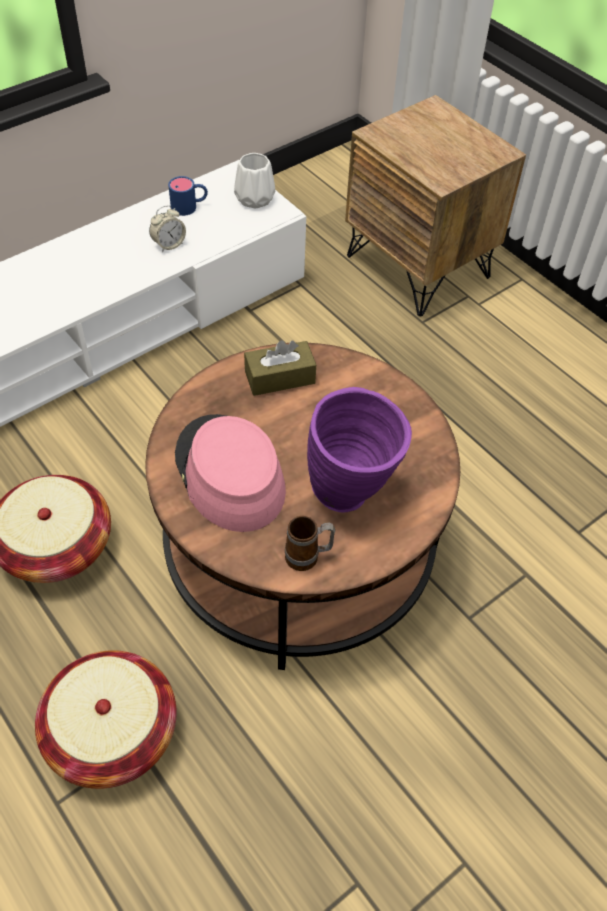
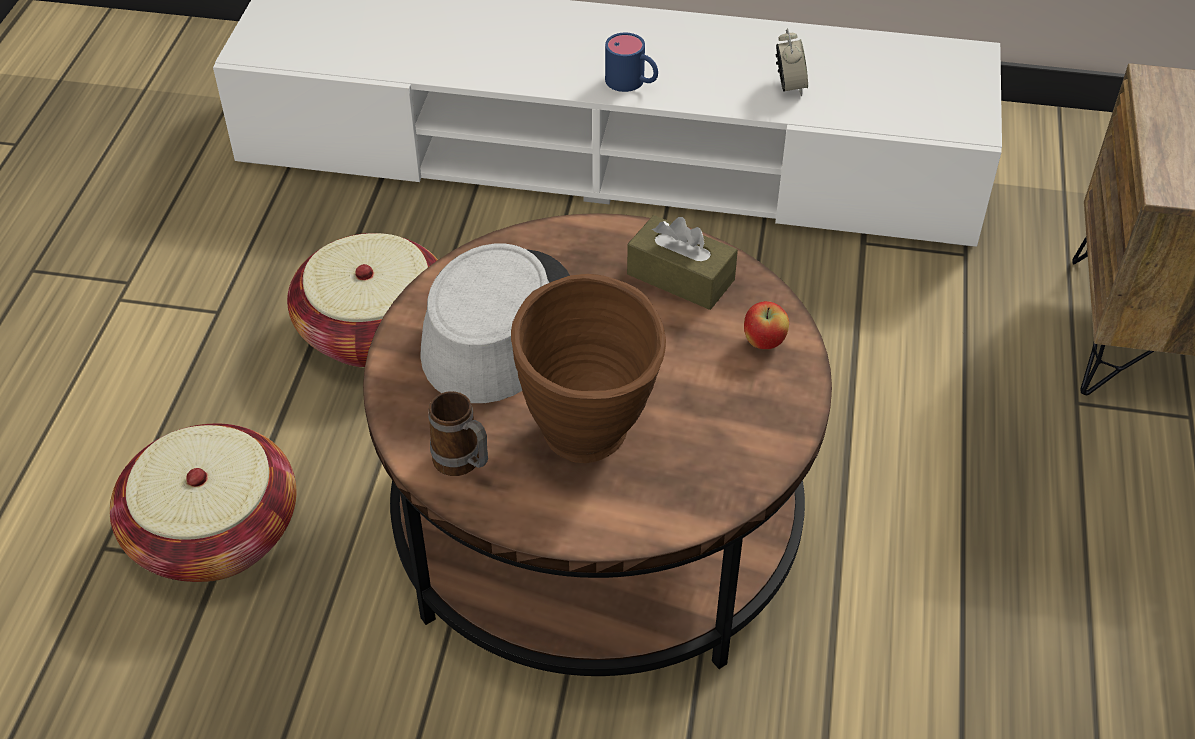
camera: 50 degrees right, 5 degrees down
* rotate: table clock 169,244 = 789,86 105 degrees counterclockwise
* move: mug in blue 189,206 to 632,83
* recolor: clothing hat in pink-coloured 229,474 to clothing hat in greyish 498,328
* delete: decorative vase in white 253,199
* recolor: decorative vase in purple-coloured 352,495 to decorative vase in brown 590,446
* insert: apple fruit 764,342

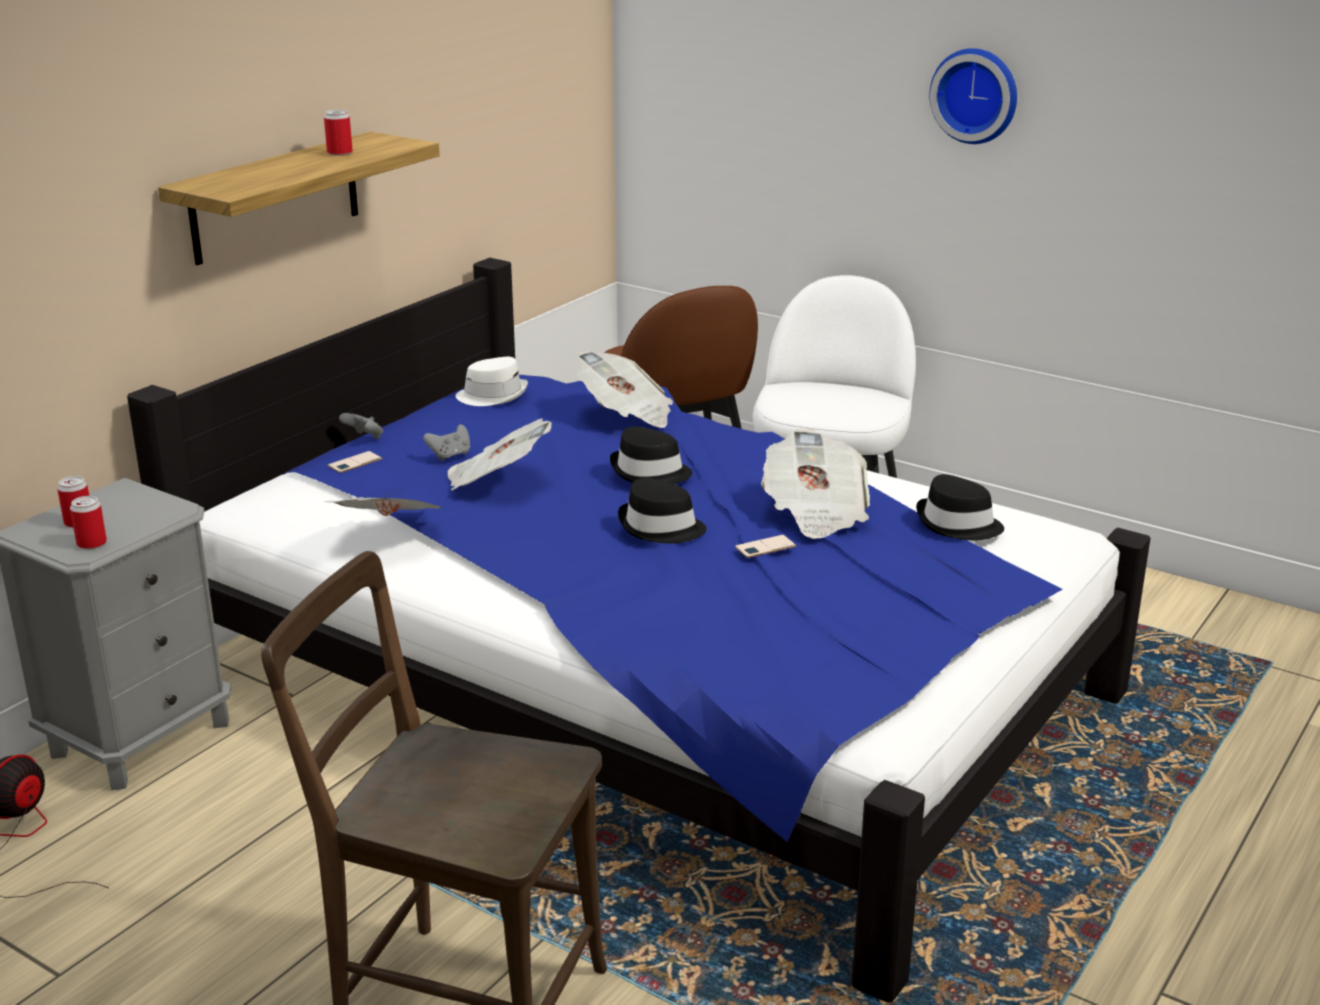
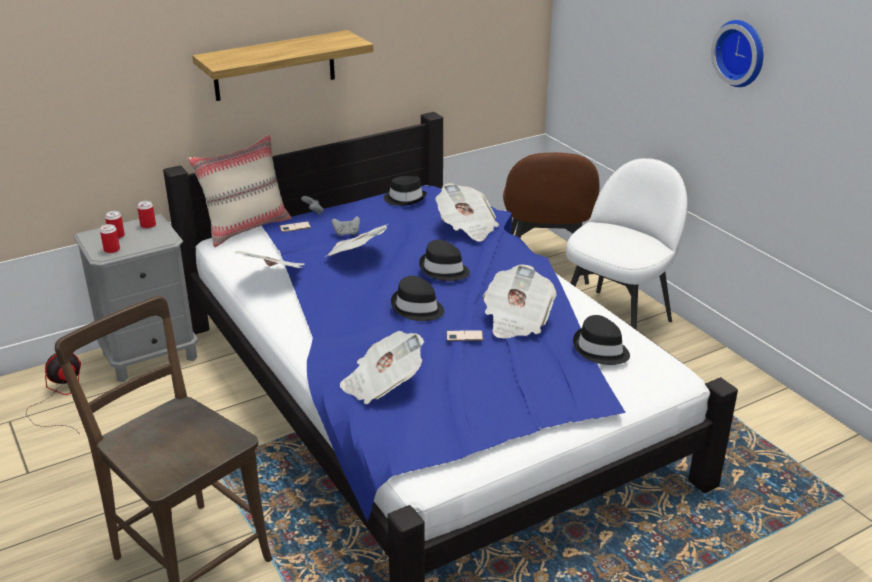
camera: 25 degrees right, 5 degrees up
* move: sealed can 339,153 to 148,225
* recolor: clothing hat in white 493,395 to clothing hat in blackish 405,199
* insert: throw pillow in sand-coloured 246,228
* insert: daily paper 382,385

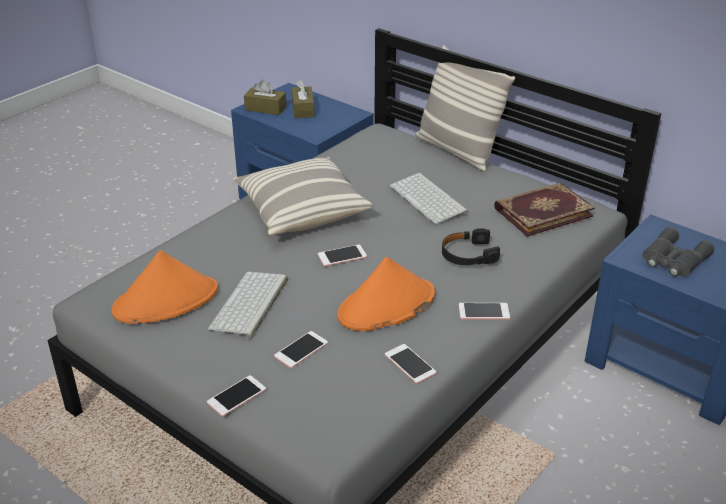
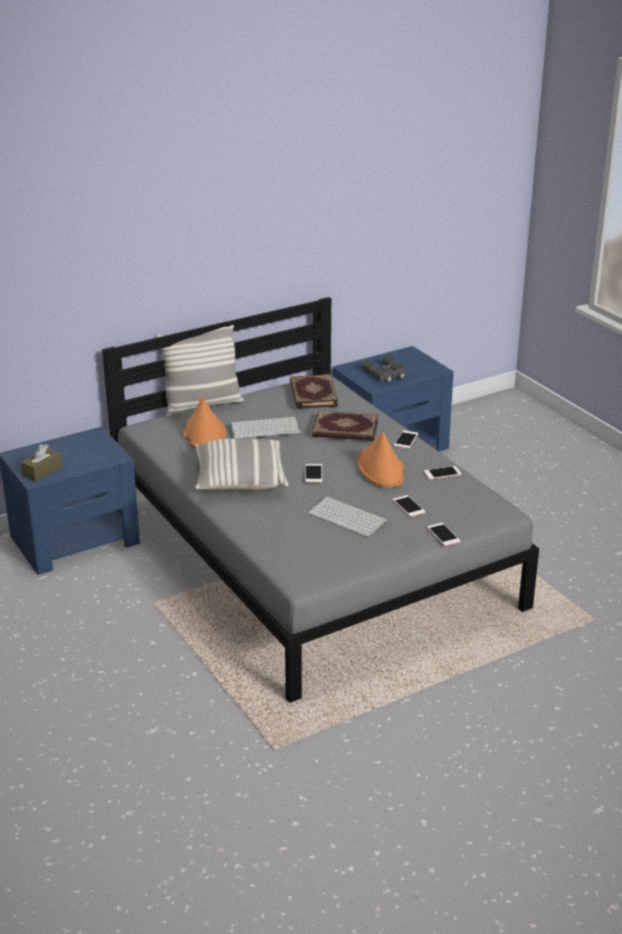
camera: 70 degrees left, 5 degrees down
* move: clothing hat in orange-coloured 166,300 to 204,433
* delete: tissue box in brown 303,109
* replace: headphones in blackish 468,255 to book 345,429

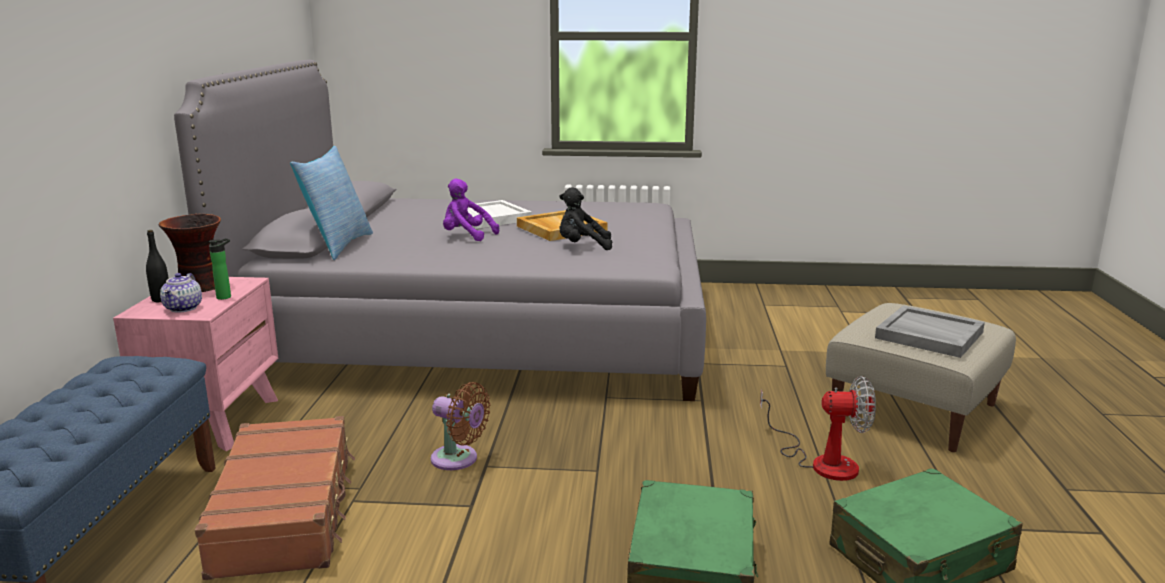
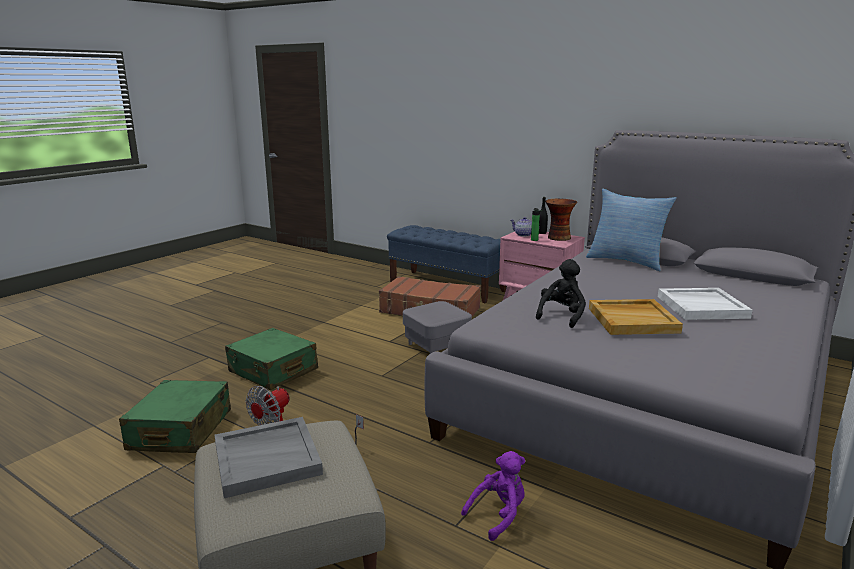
camera: 120 degrees right, 0 degrees up
* replace: fan in brown 458,459 to footrest in greyish 436,346
* move: plush toy in purple-coloured 466,236 to 498,515

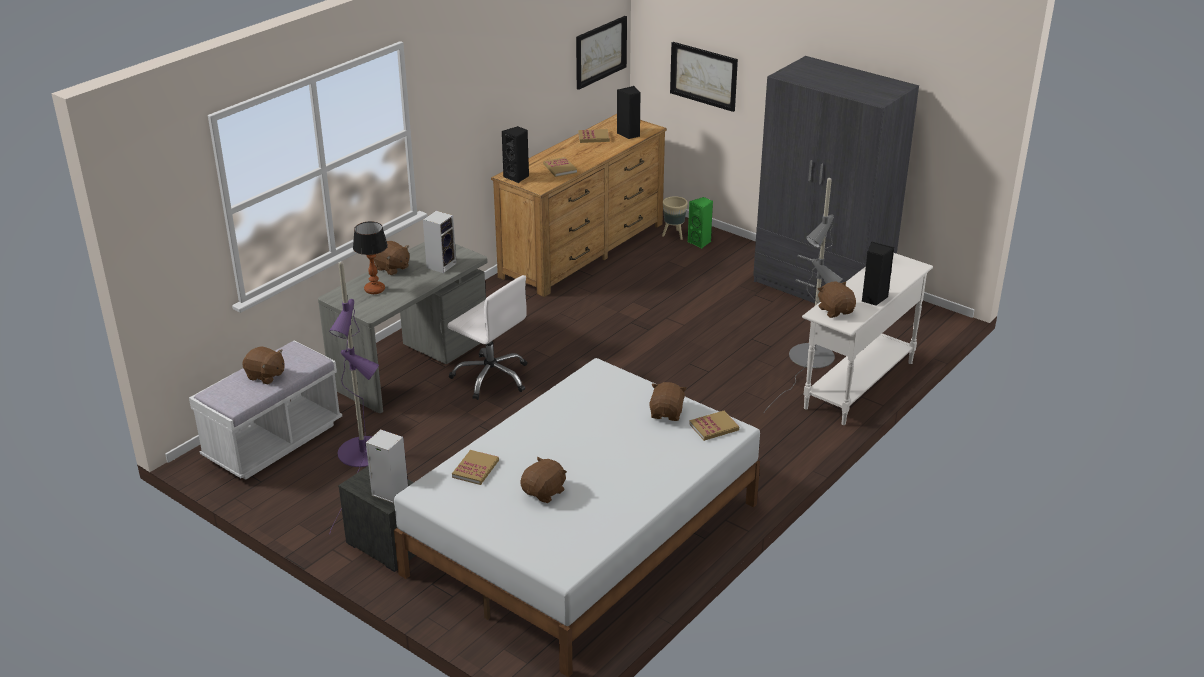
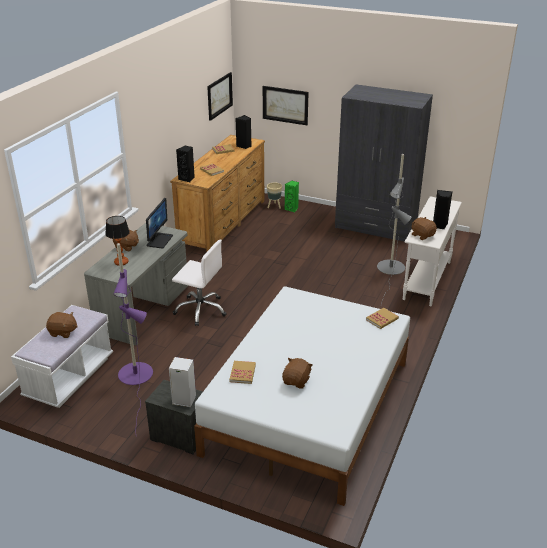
camera: 15 degrees left, 0 degrees up
* replace: audio speaker 441,265 to computer display 159,240
* delete: plush toy in brown 667,413

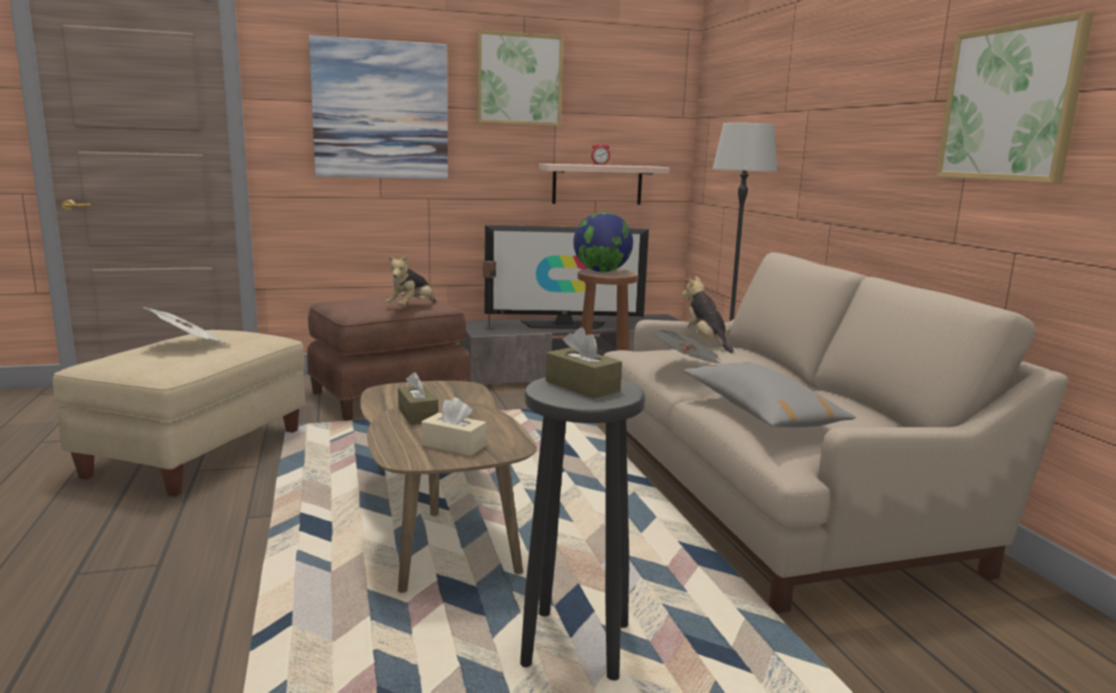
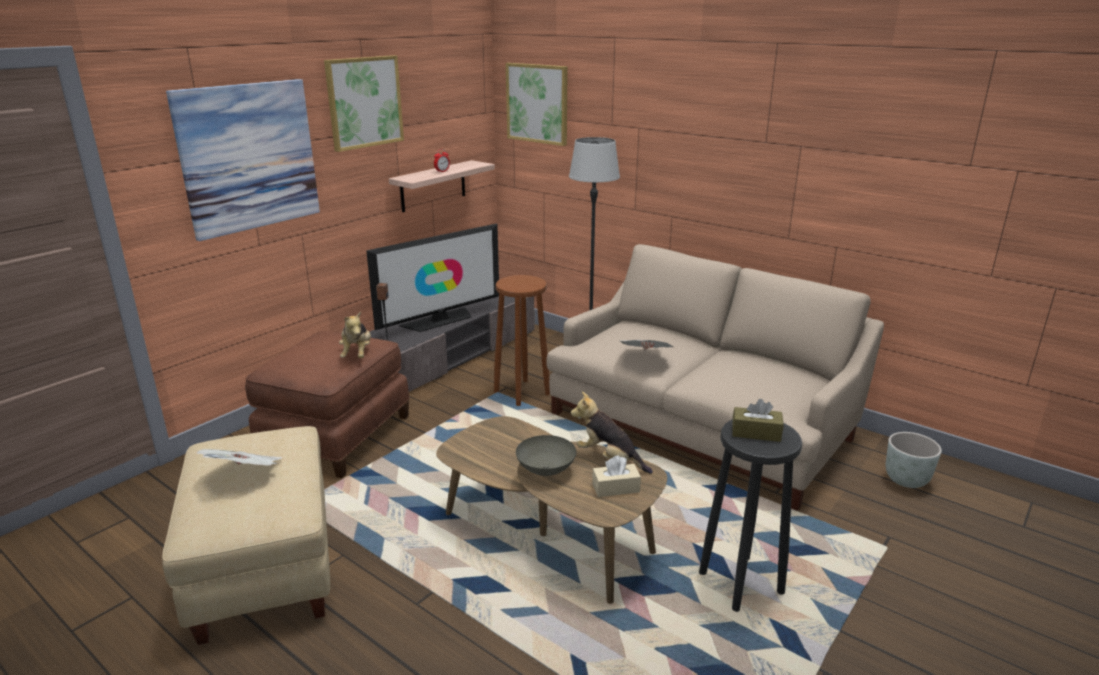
camera: 35 degrees left, 10 degrees up
* replace: tissue box in brown 418,415 to deep dish in greyish 546,470
* delete: globe 602,271
* move: plush toy 706,342 to 609,459
* delete: throw pillow in greyish 759,412
* move: picture 1010,103 to 537,103
* insert: flower pot in greyish 907,480

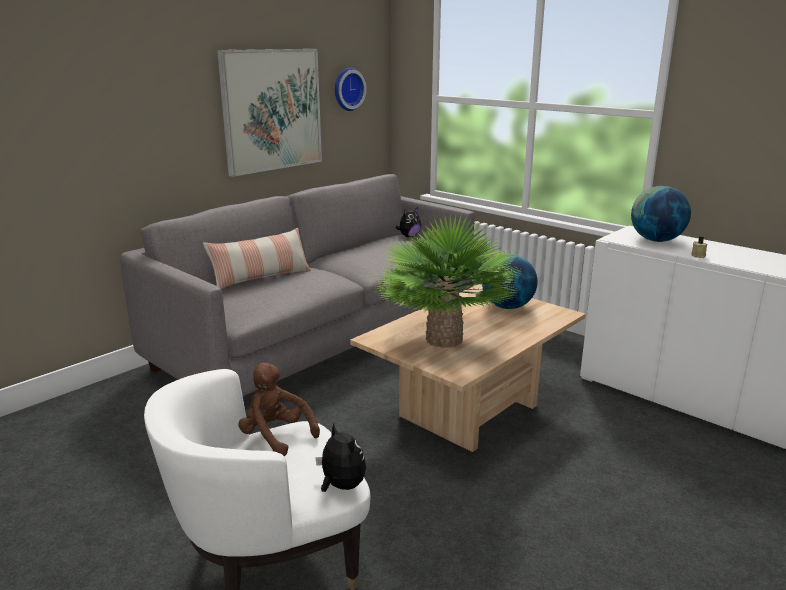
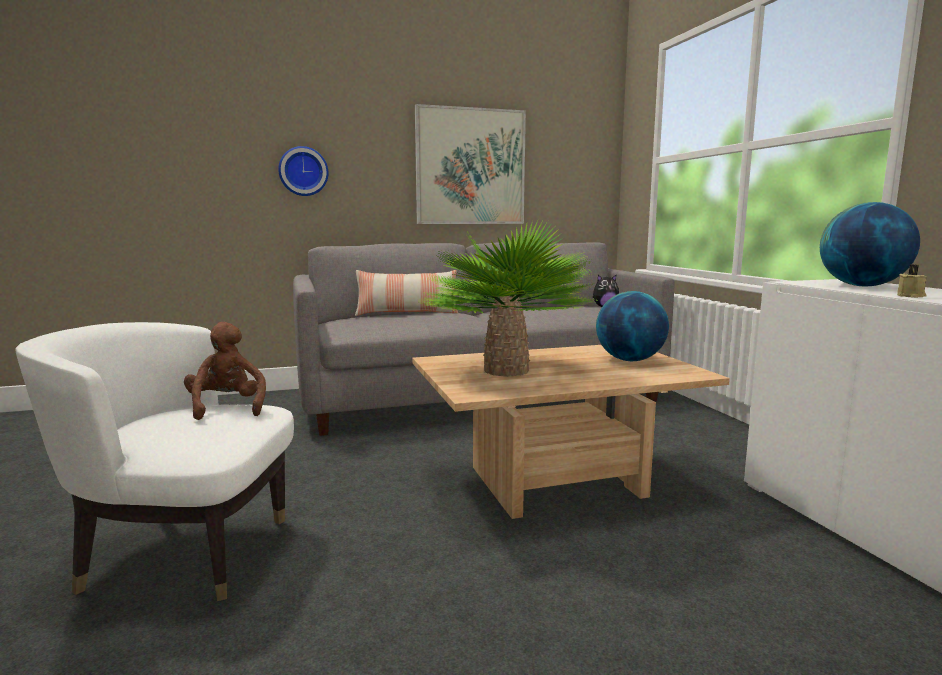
camera: 30 degrees right, 10 degrees down
* delete: plush toy 341,486
* move: clock on the wall 347,89 to 303,171

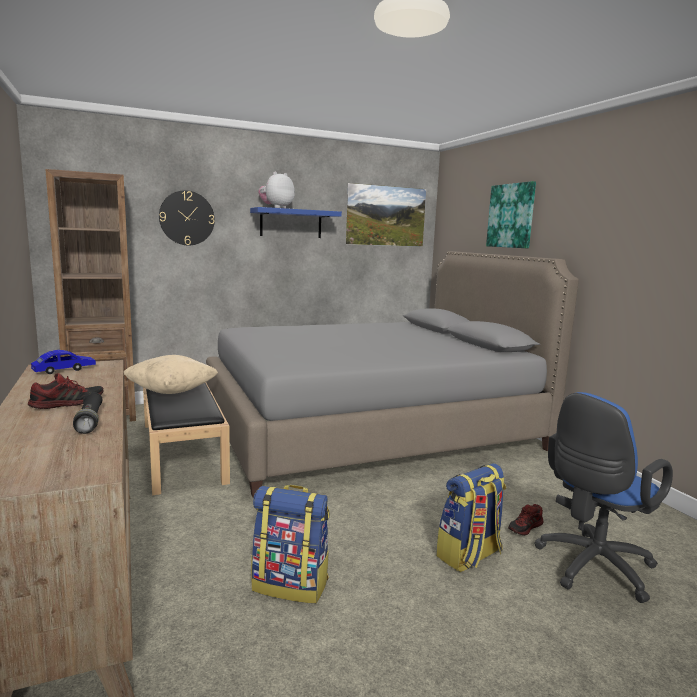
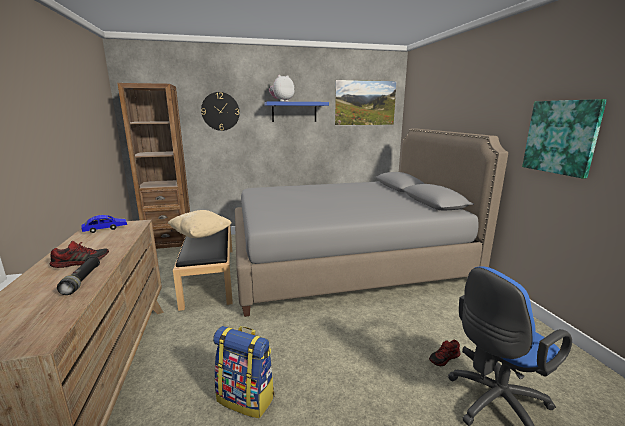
camera: 10 degrees right, 5 degrees up
* delete: knapsack 469,556
* move: picture 511,216 to 561,137

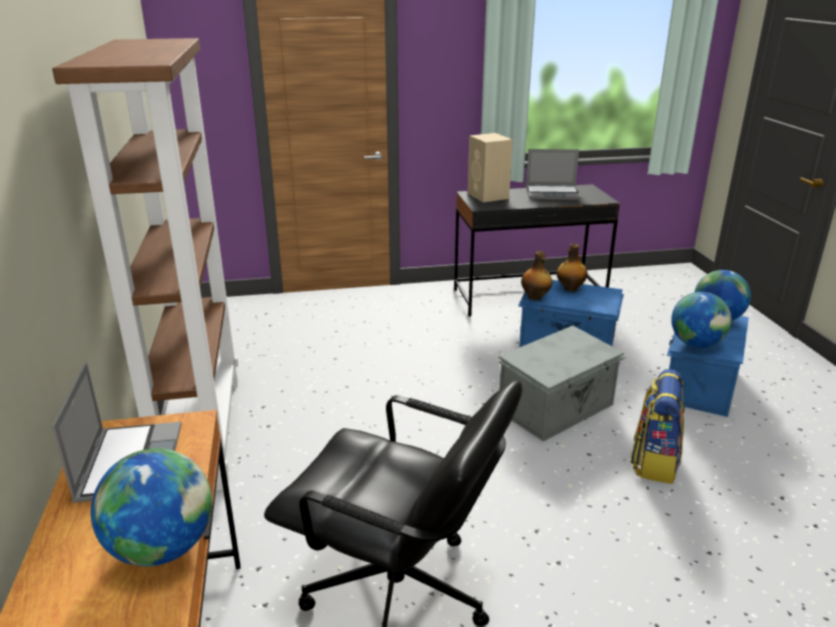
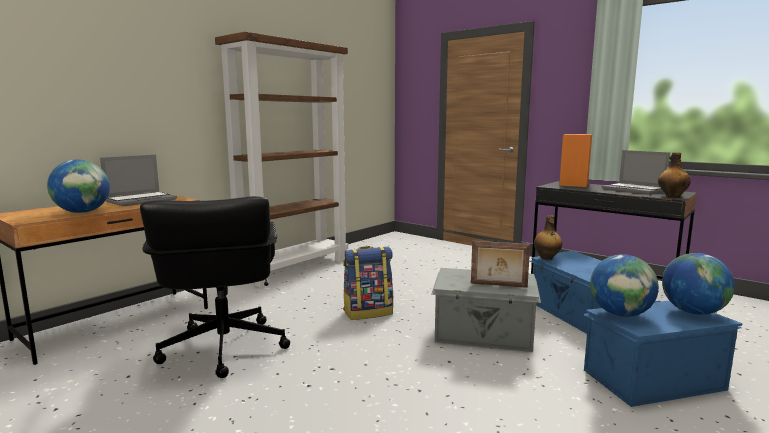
camera: 50 degrees right, 15 degrees down
* recolor: audio speaker in sand-coloured 488,196 to audio speaker in orange-coloured 573,184
* move: drink bottle 570,289 to 672,196
* move: knapsack 654,461 to 368,312
* insert: standing frame 498,285

